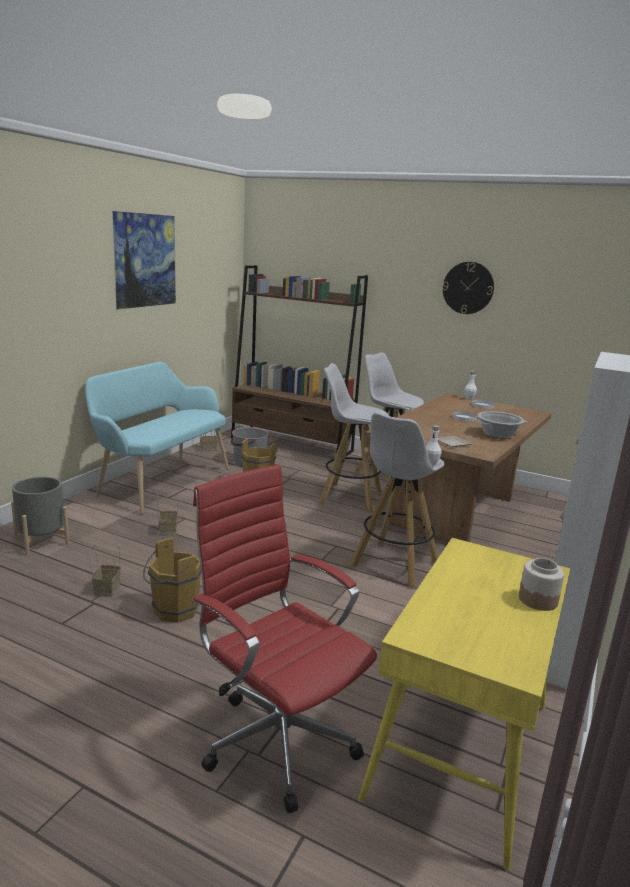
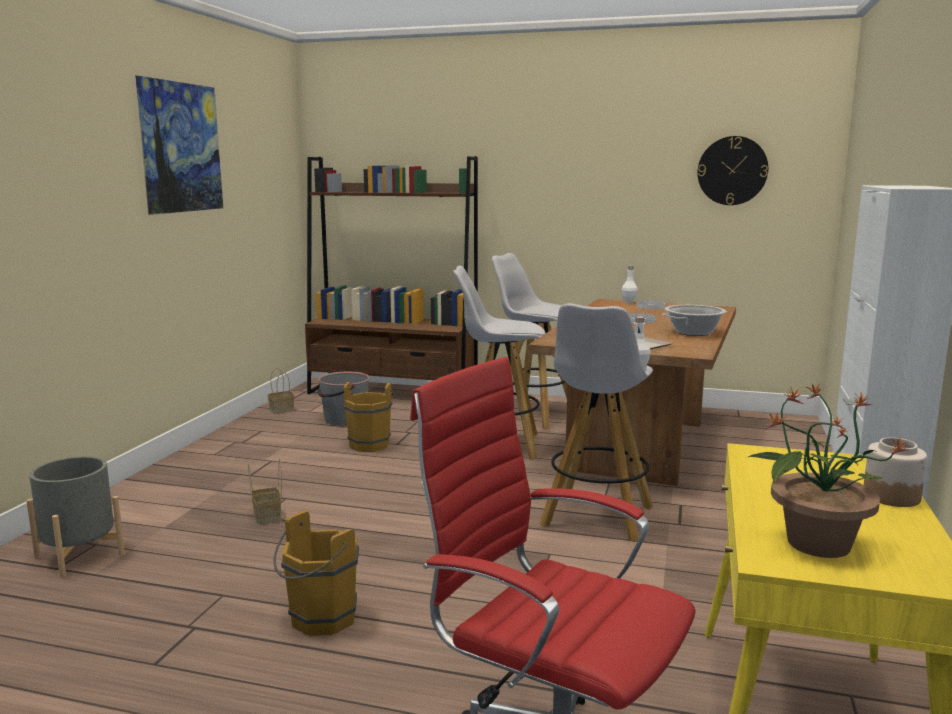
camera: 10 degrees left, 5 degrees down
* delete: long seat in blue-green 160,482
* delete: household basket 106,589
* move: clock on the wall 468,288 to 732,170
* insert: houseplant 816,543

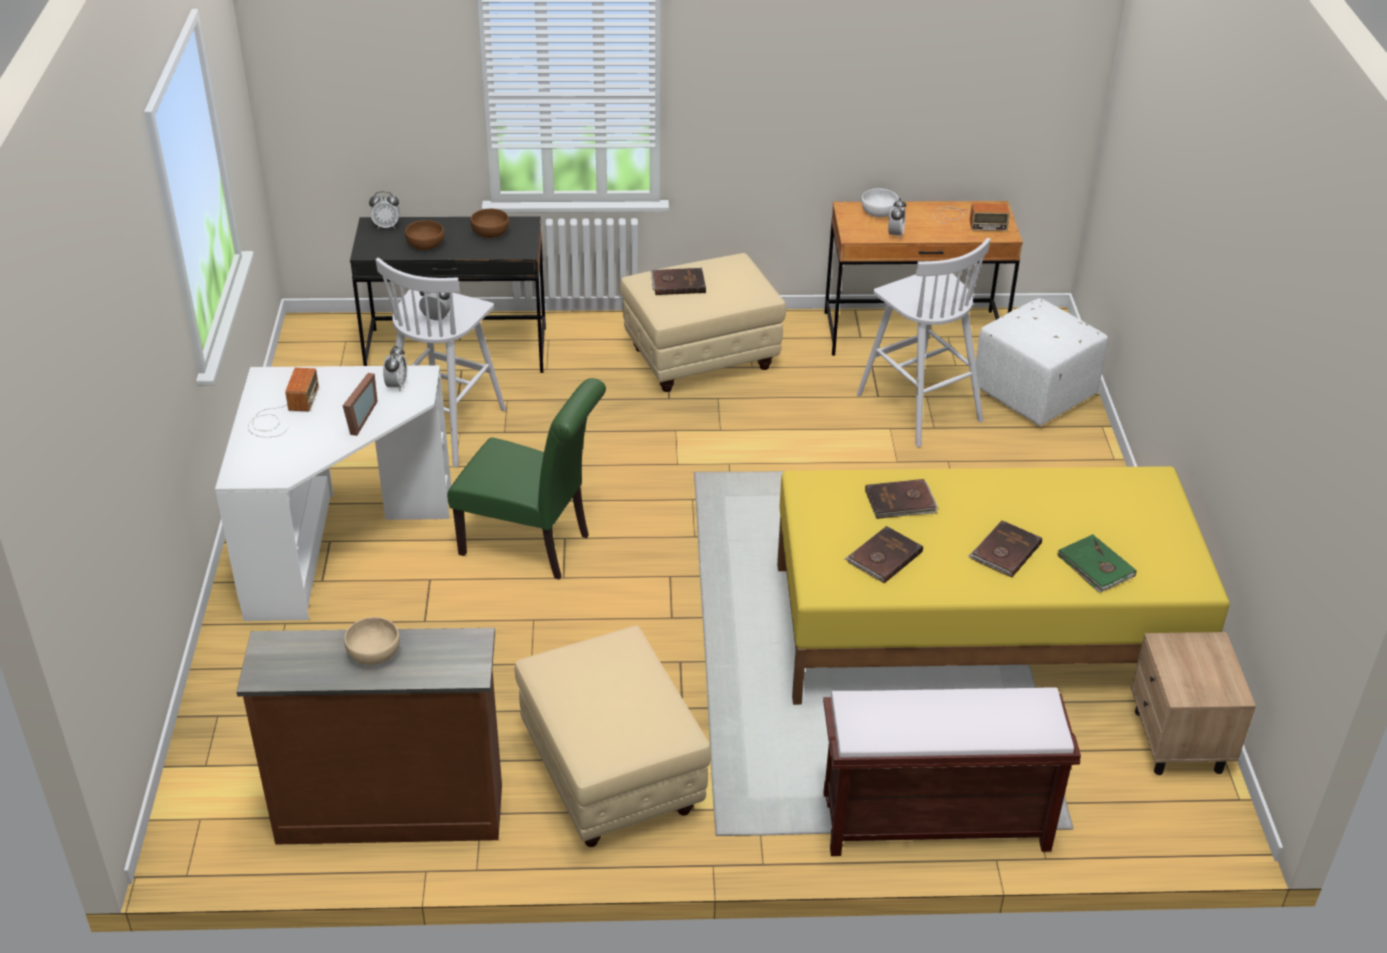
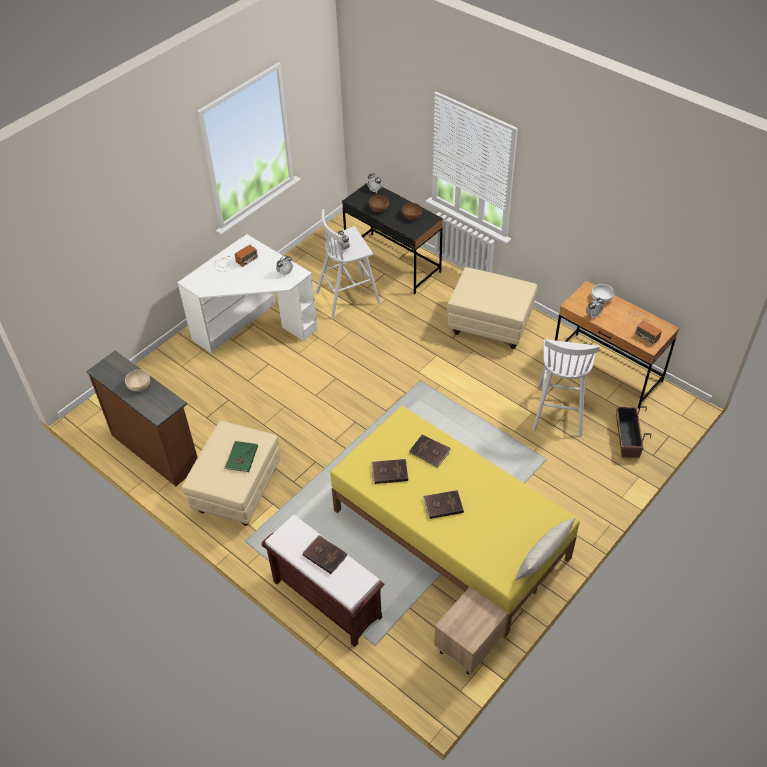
camera: 45 degrees right, 10 degrees up
* delete: standing frame 357,419
* delete: plain chair in green-coloured 533,546
* move: book in brown 678,283 to 325,555
* replace: footrest in white 1035,394 to flower pot 627,439
* move: book in green-coloured 1095,567 to 241,458
* insert: throw pillow in sand-coloured 543,557

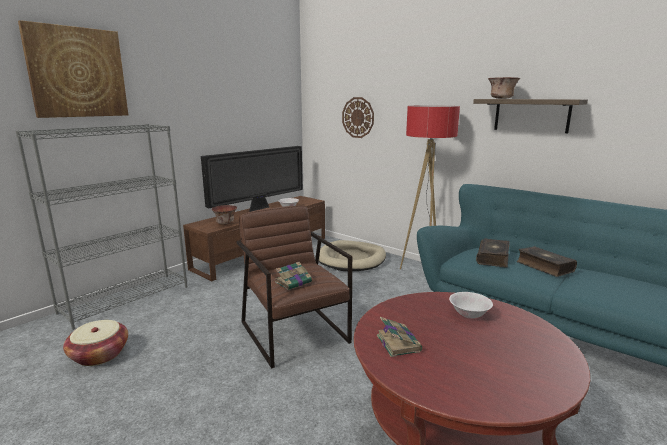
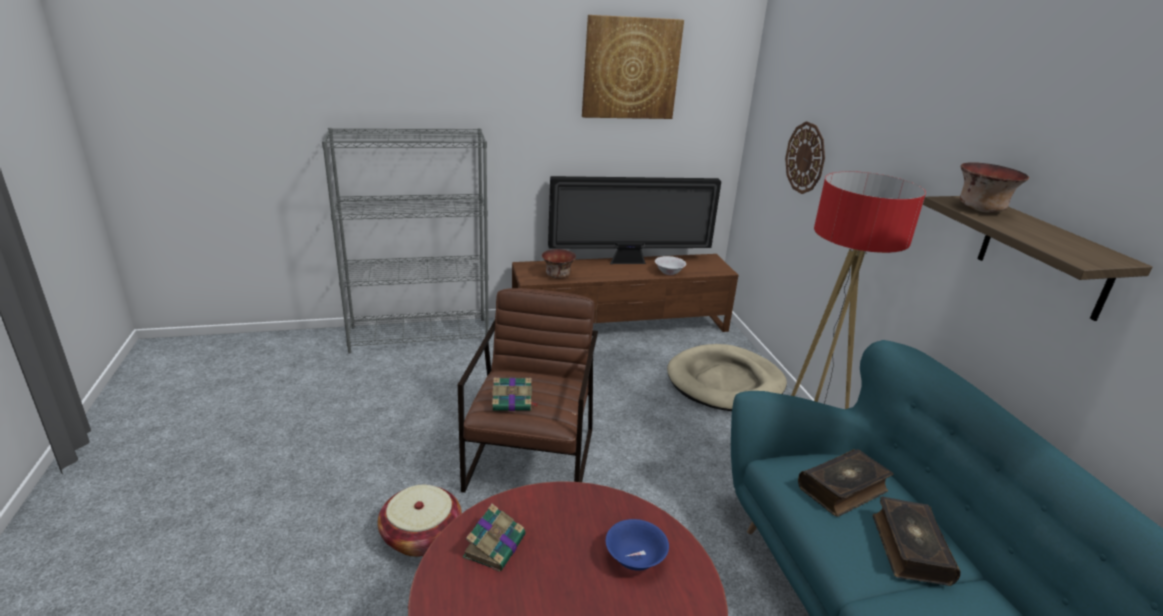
camera: 35 degrees right, 10 degrees up
* move: picture 77,72 to 631,68
* move: household basket 99,355 to 421,536
* recolor: deep dish in white 469,314 to deep dish in blue 635,559

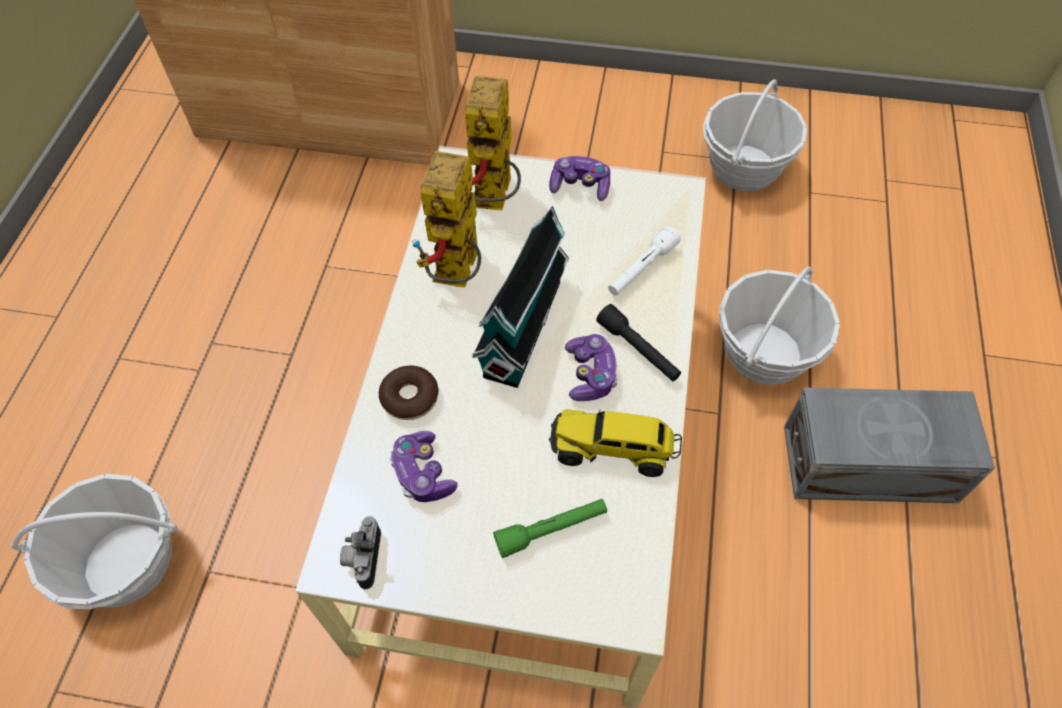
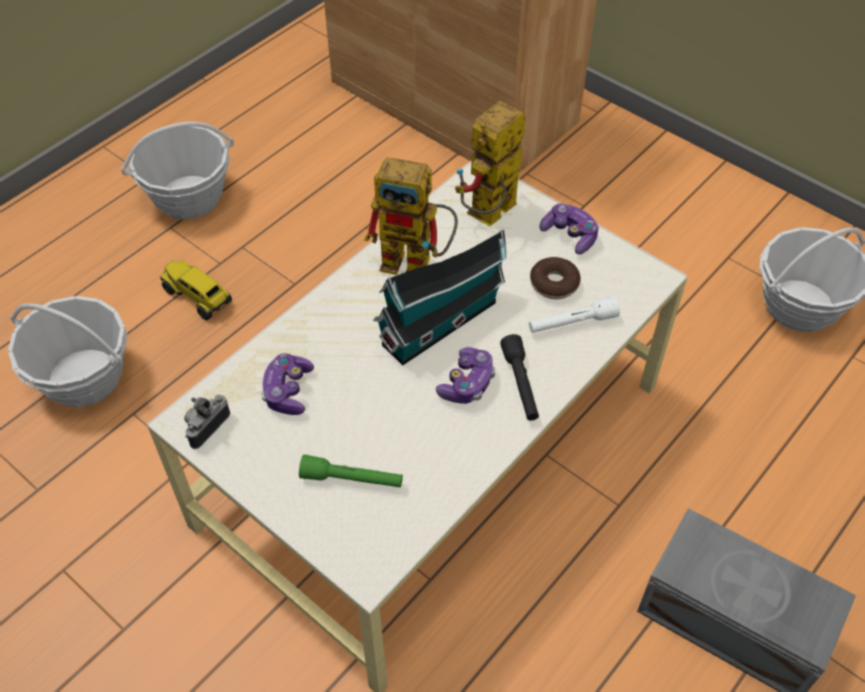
camera: 30 degrees right, 5 degrees down
* move: ring doughnut 410,397 to 554,283
* rotate: model robot 458,277 = 417,262 120 degrees counterclockwise
* move: model truck 613,449 to 198,297
* move: household basket 764,353 to 189,197

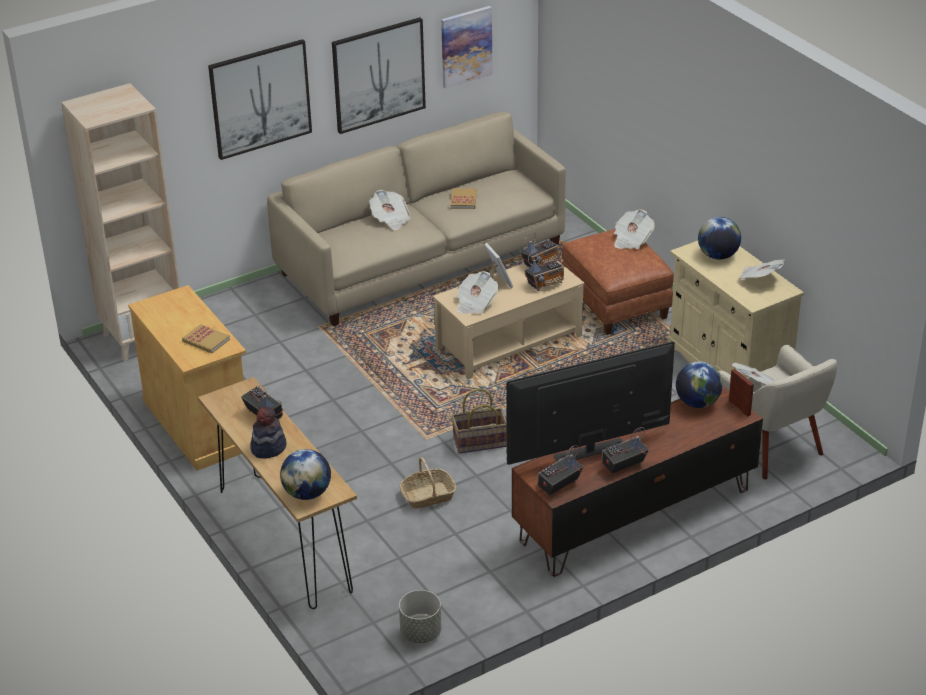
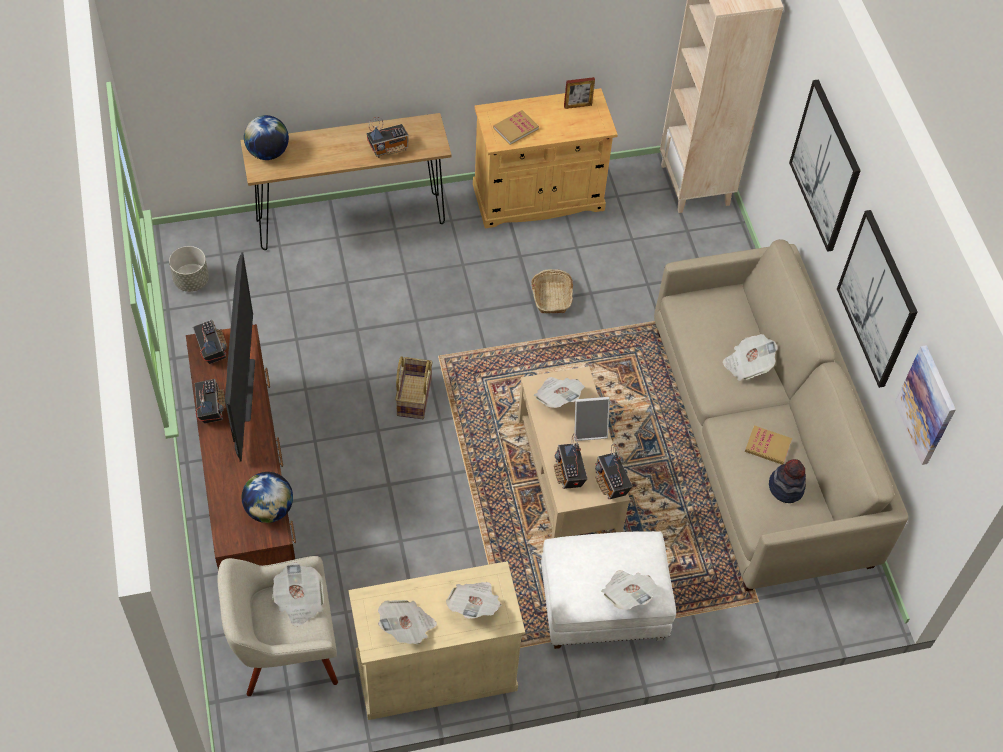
camera: 105 degrees right, 20 degrees up
* move: clothing hat 268,447 to 786,487
* move: household basket 428,496 to 551,297
* recolor: footrest in brown 614,303 to footrest in white 604,605
* replace: globe 718,256 to daily paper 474,605
* move: standing frame 739,407 to 577,105

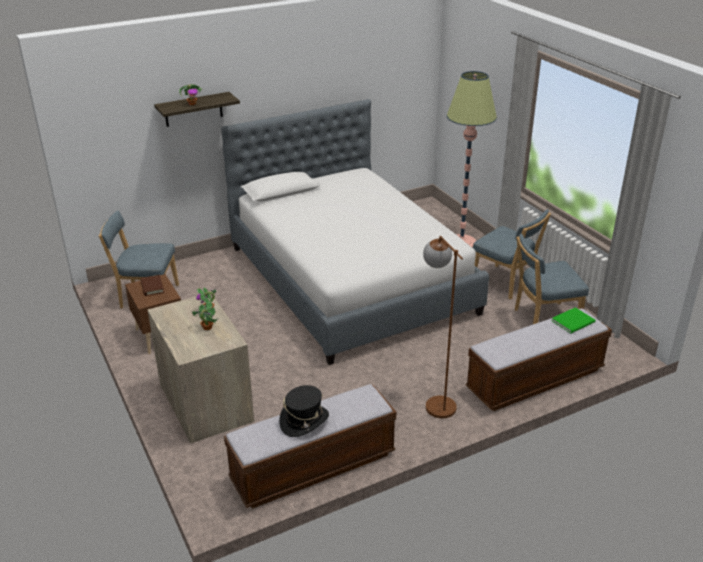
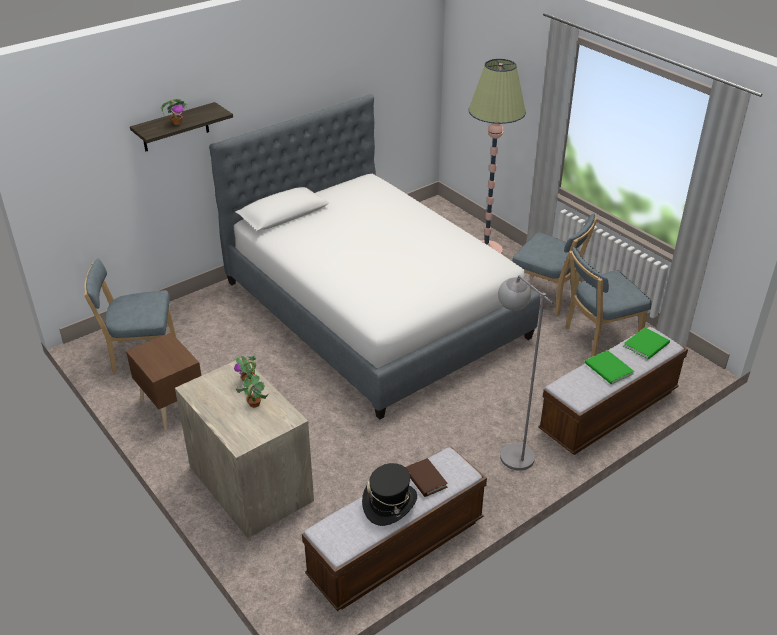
camera: 10 degrees left, 5 degrees up
* move: book in brown 152,287 to 425,479
* recolor: floor lamp in brown 435,401 to floor lamp in greyish 509,450
* insert: book in green-coloured 608,369

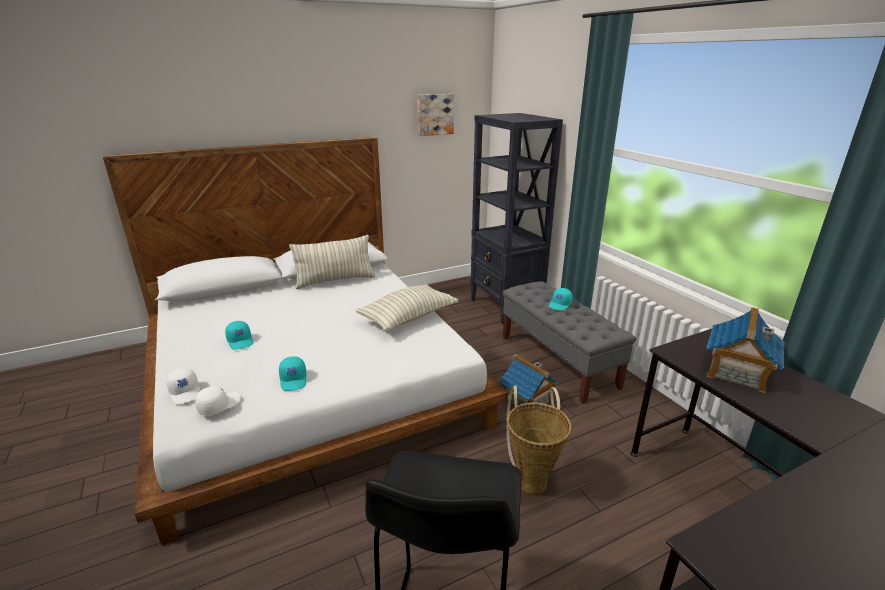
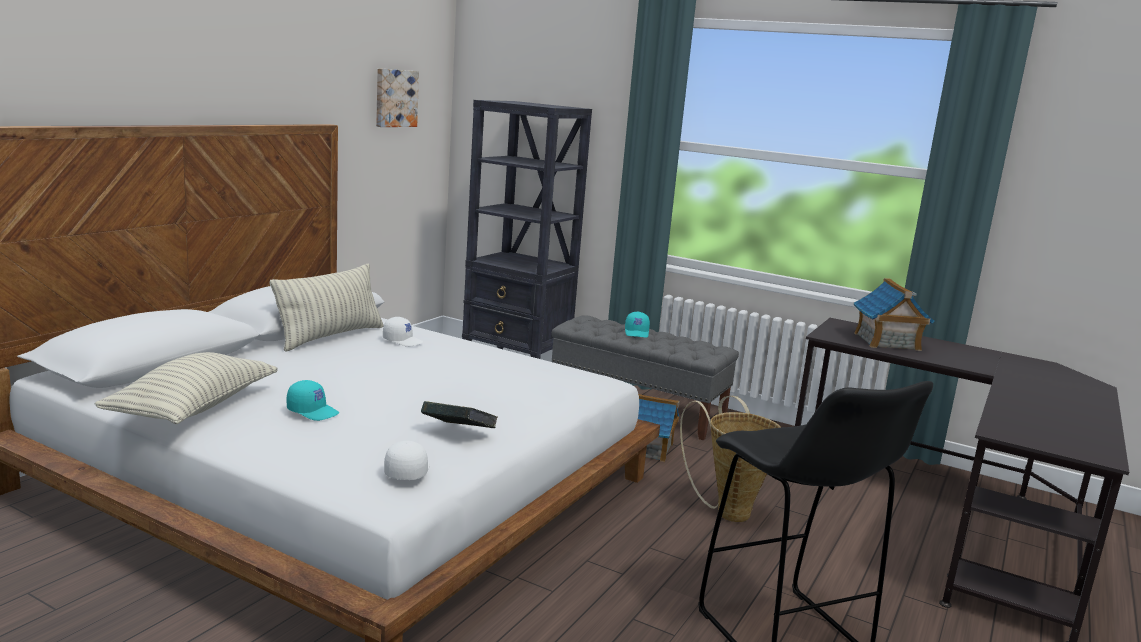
camera: 35 degrees left, 10 degrees down
* move: cap in white 185,392 to 403,341
* replace: cap in blue-green 294,380 to book 458,434
* move: throw pillow 408,317 to 193,408

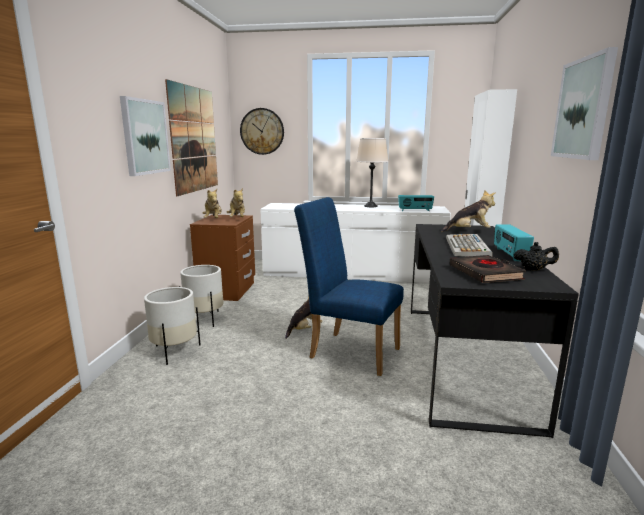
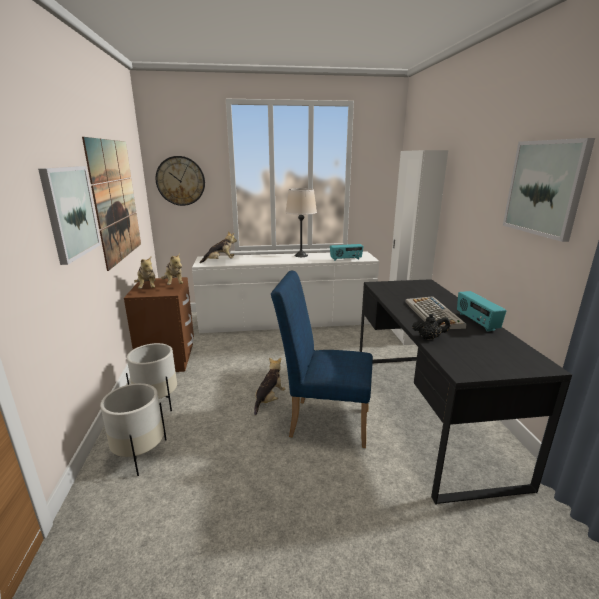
camera: 15 degrees left, 5 degrees up
* move: plush toy 469,231 to 220,261
* delete: book in blackish 485,273
* move: pot for tea in blackish 533,269 to 429,338

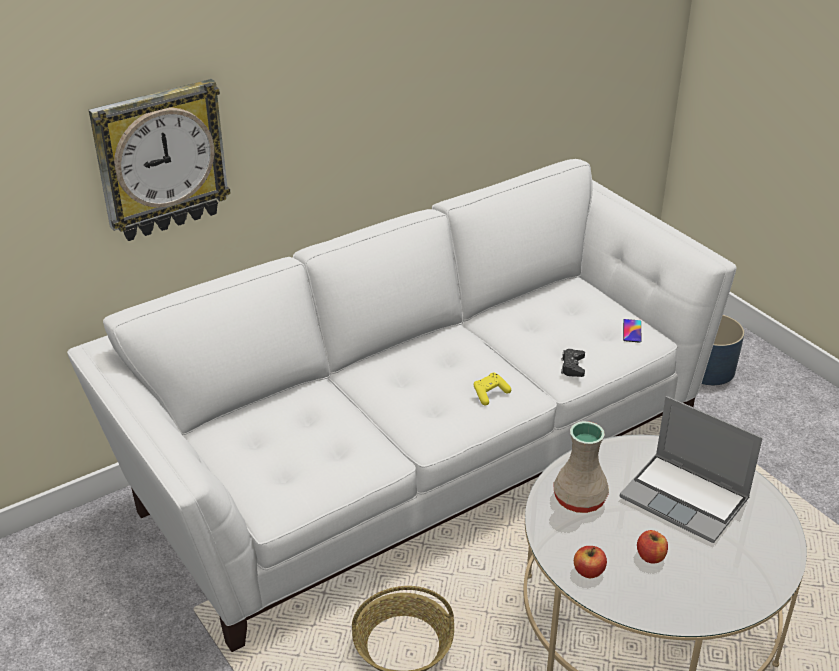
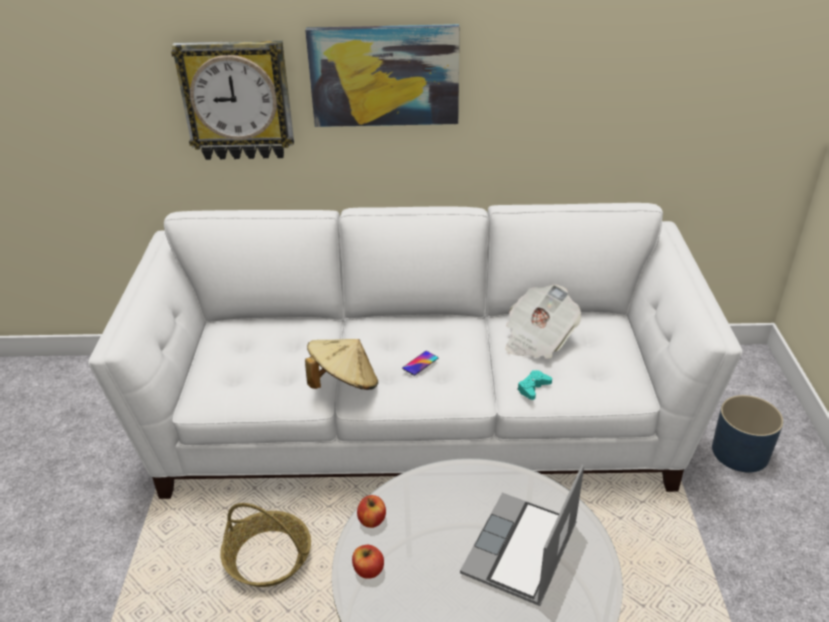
camera: 35 degrees right, 0 degrees up
* delete: joypad in yellowish 490,394
* delete: decorative vase in sand-coloured 579,498
* recolor: joypad in blackish 572,366 to joypad in blue-green 533,388
* rotate: notebook computer 686,499 = 521,551 45 degrees clockwise
* move: handset 632,331 to 420,363
* move: apple fruit 650,556 to 372,520
* insert: picture 384,75
* insert: clothing hat in sand-coloured 344,383
* insert: daily paper 537,339

